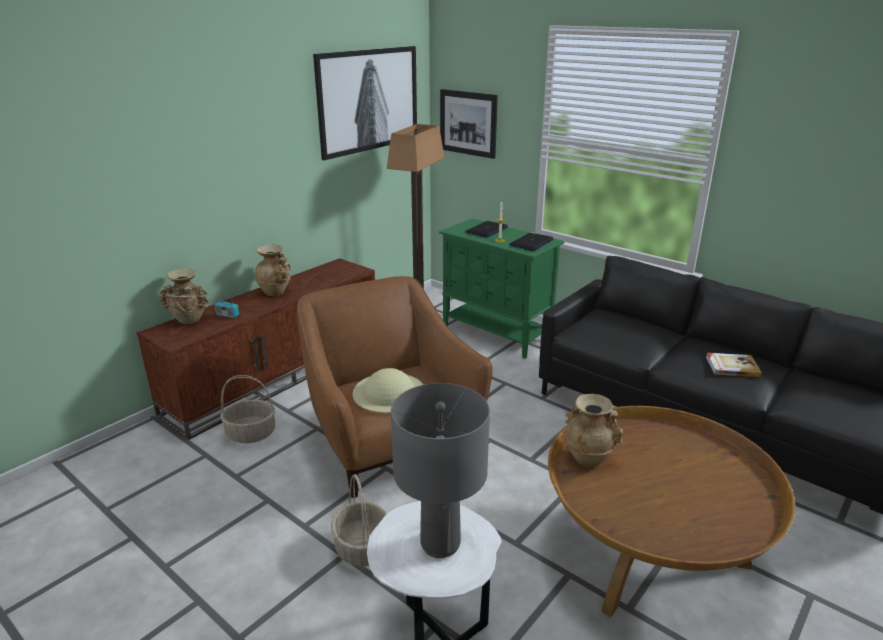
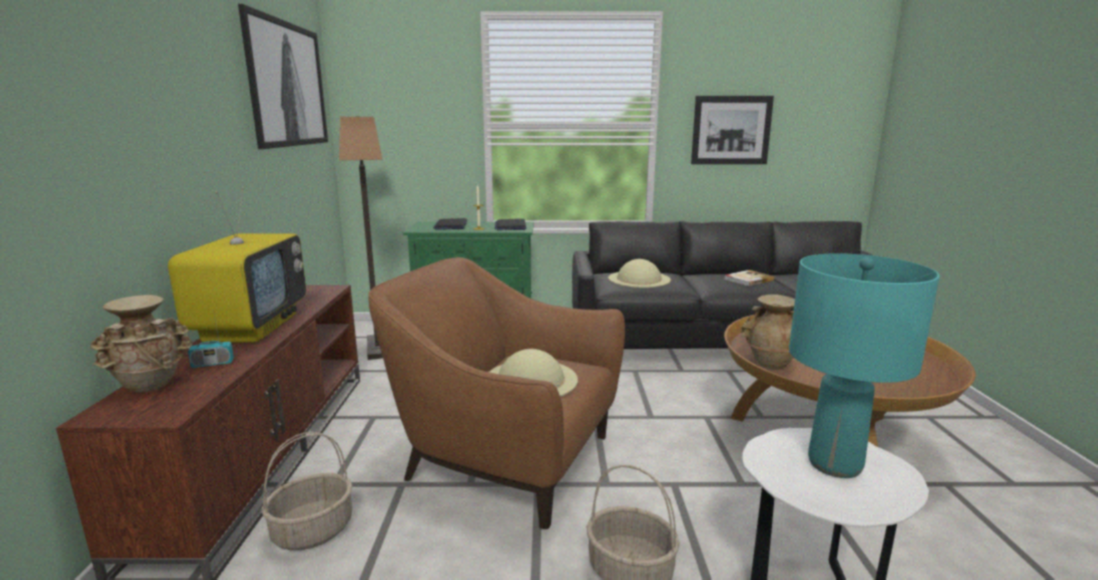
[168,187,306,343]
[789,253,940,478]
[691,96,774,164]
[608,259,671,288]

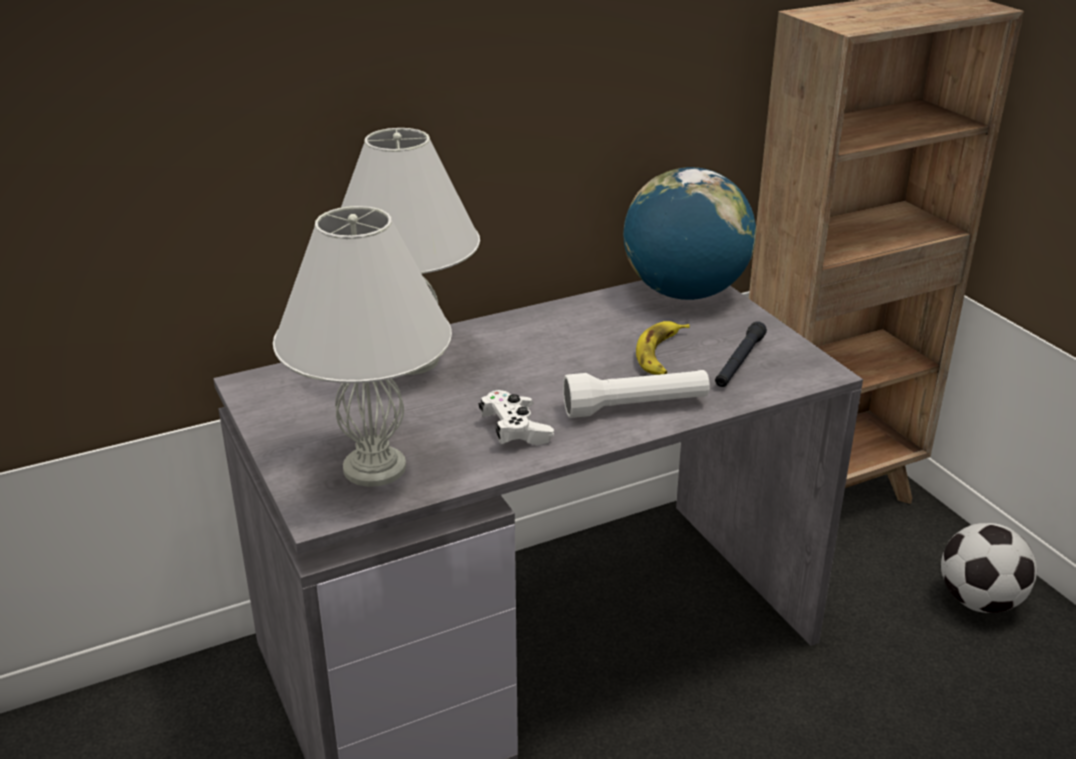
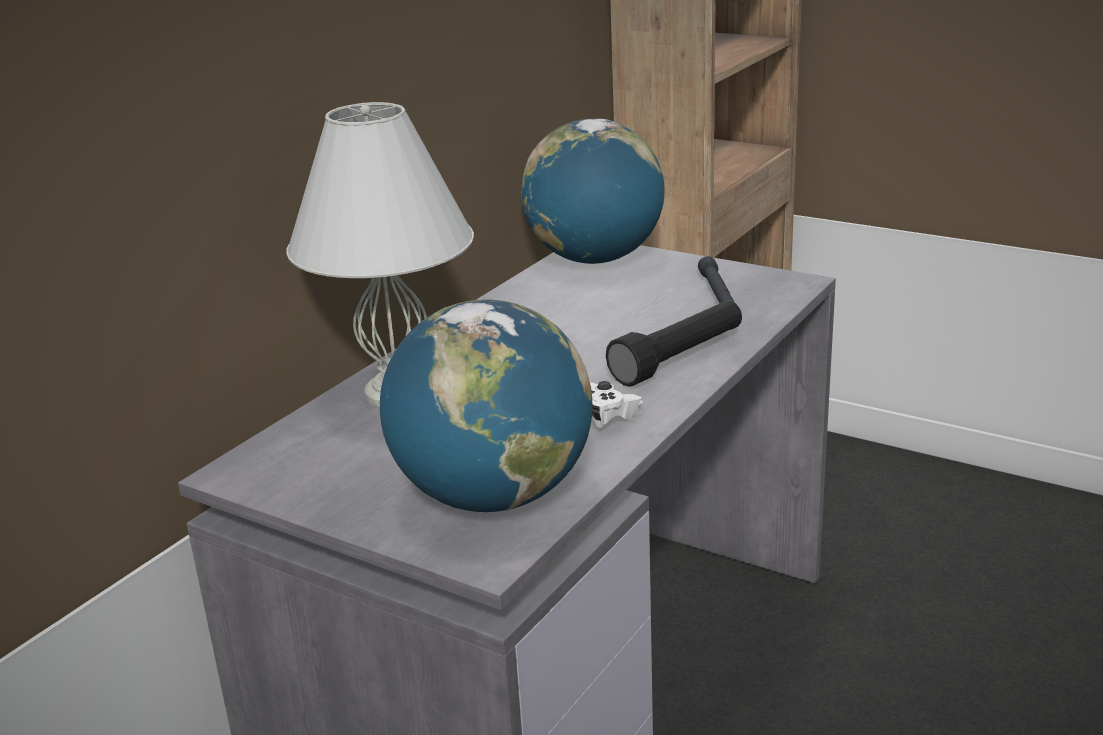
[380,299,592,512]
[606,300,742,387]
[636,321,690,375] (first image)
[941,523,1037,613] (first image)

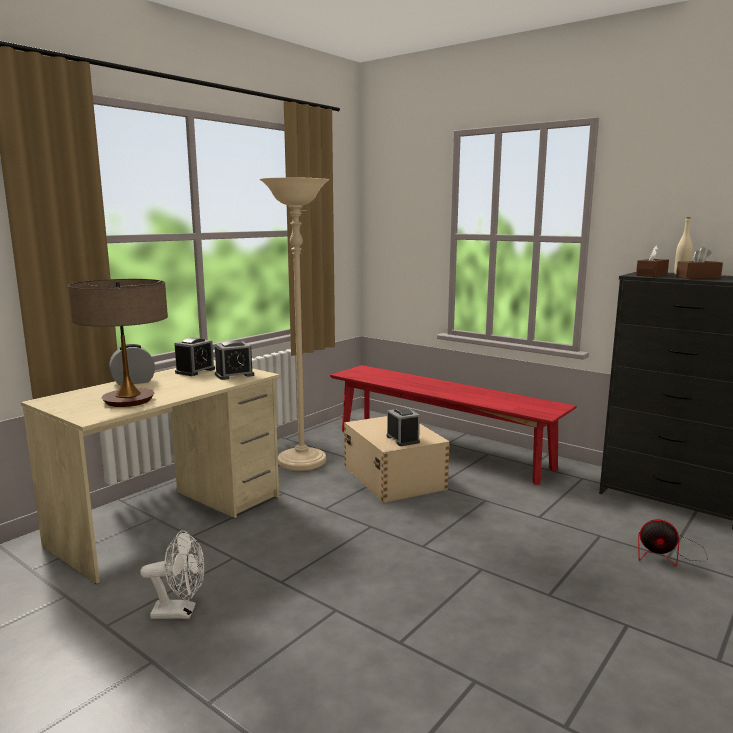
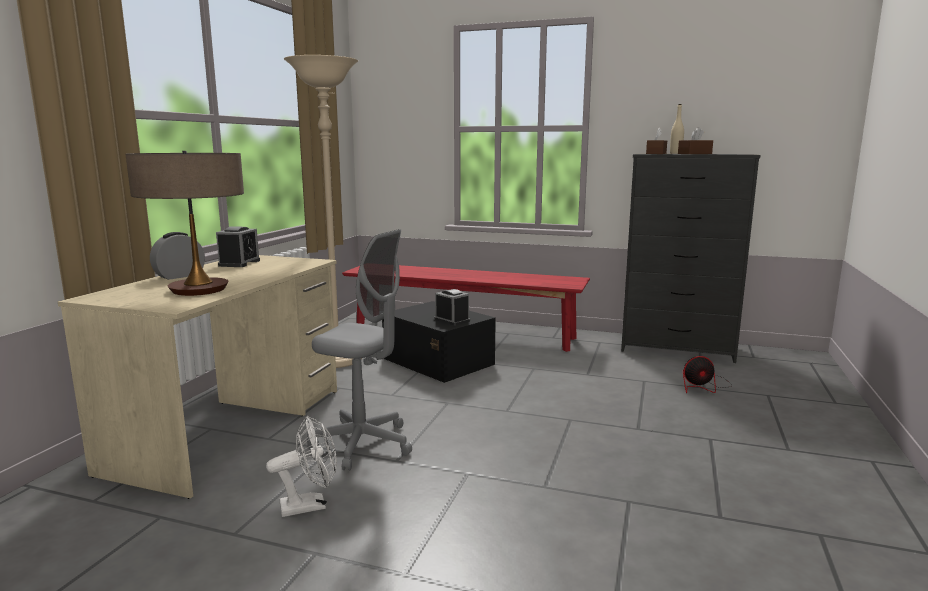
[215,340,254,380] (first image)
[382,301,496,383]
[307,229,412,471]

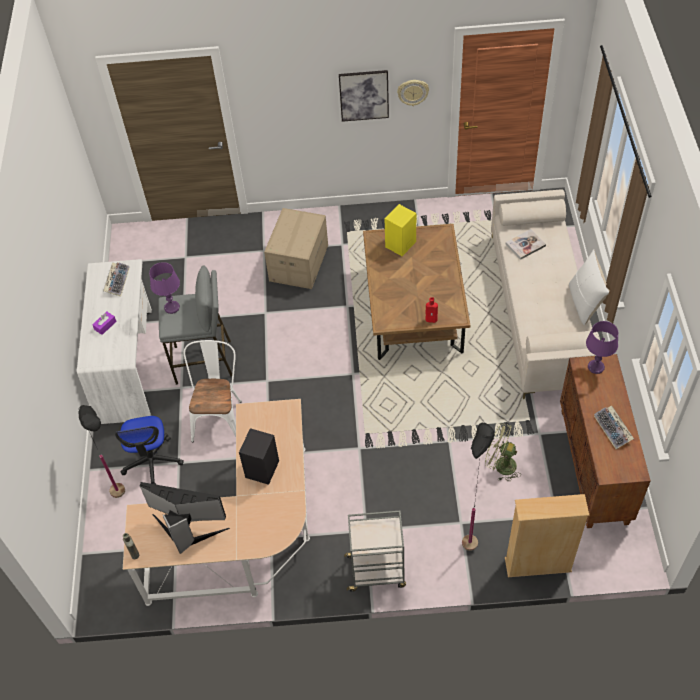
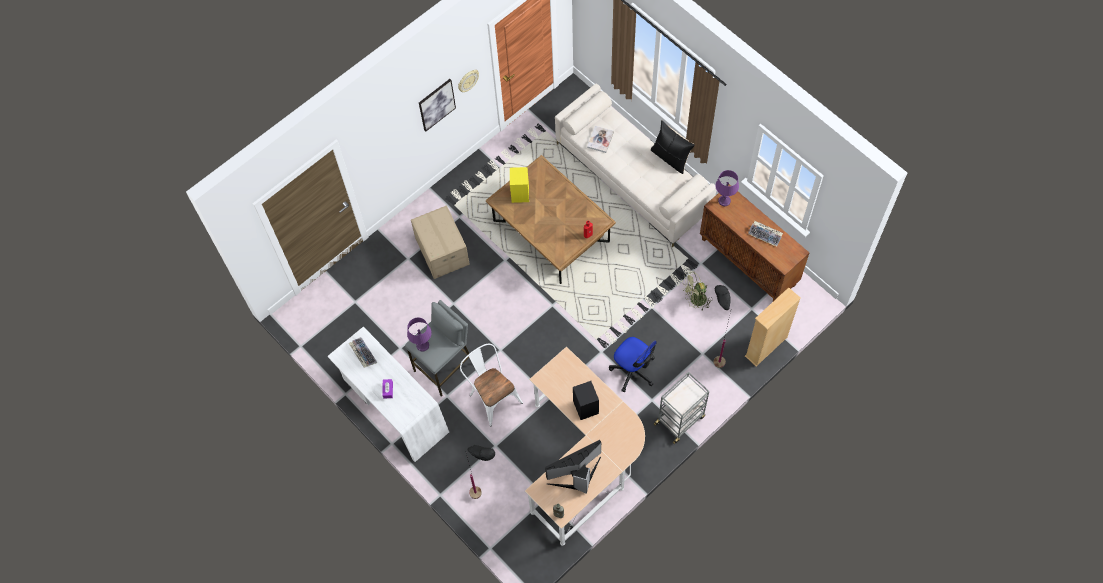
[609,337,657,392]
[651,120,695,174]

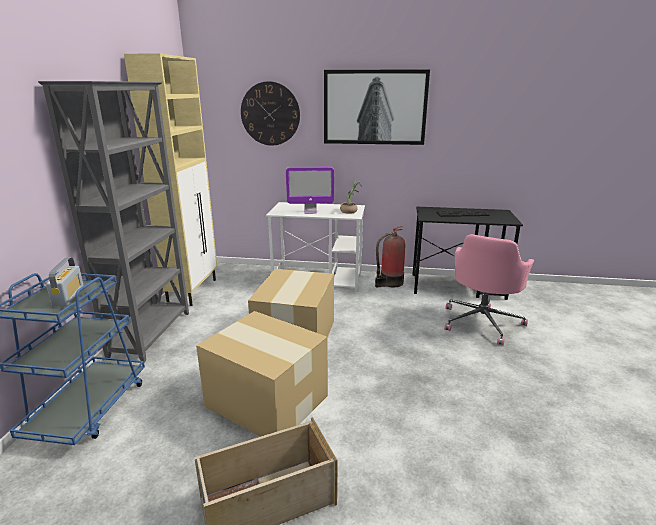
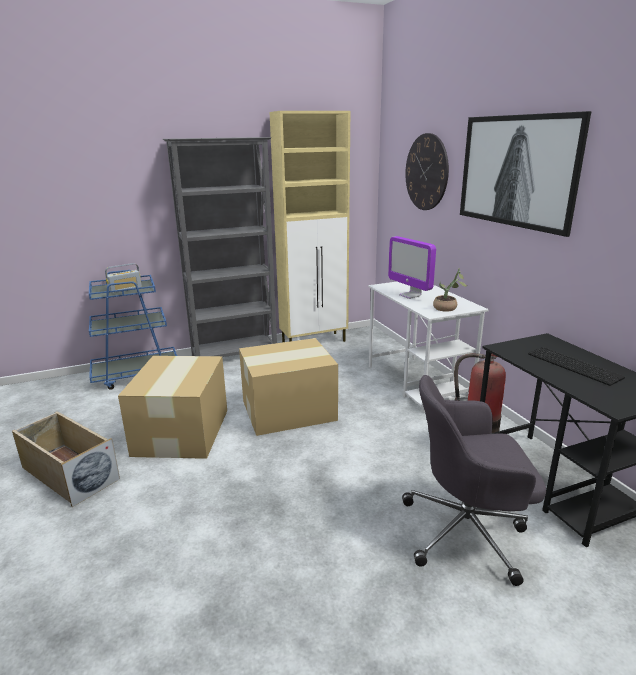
[402,375,546,586]

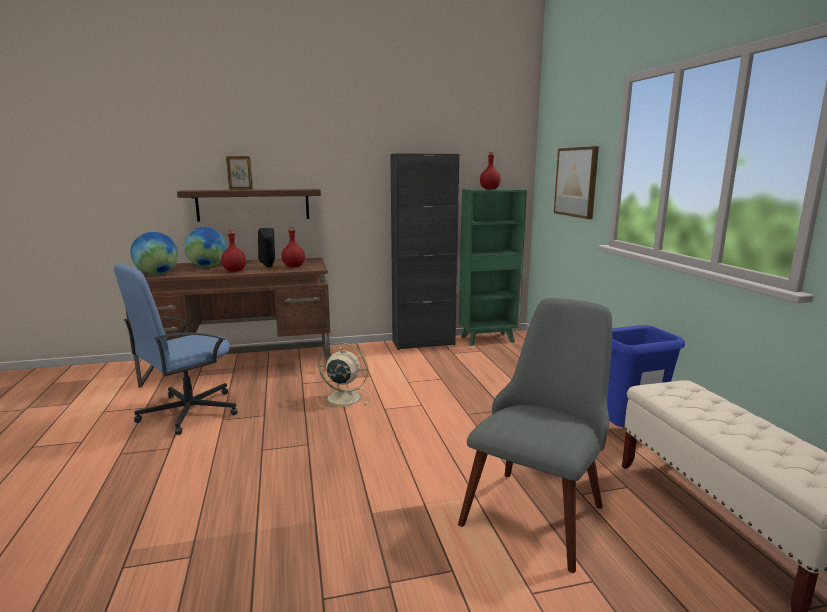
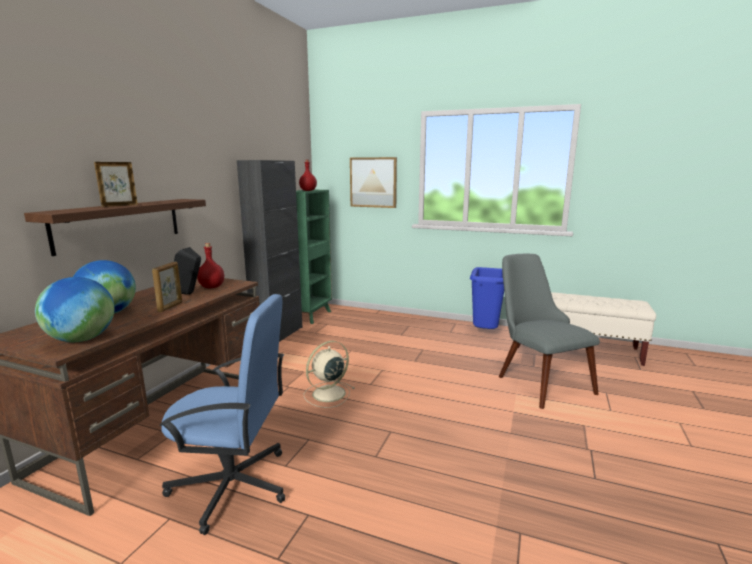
[160,294,285,535]
[152,262,182,312]

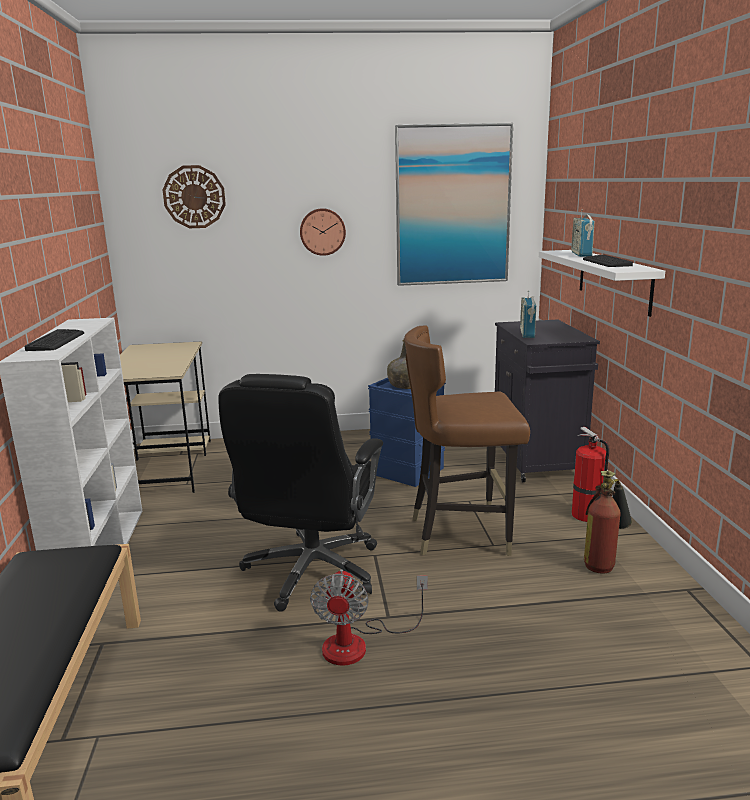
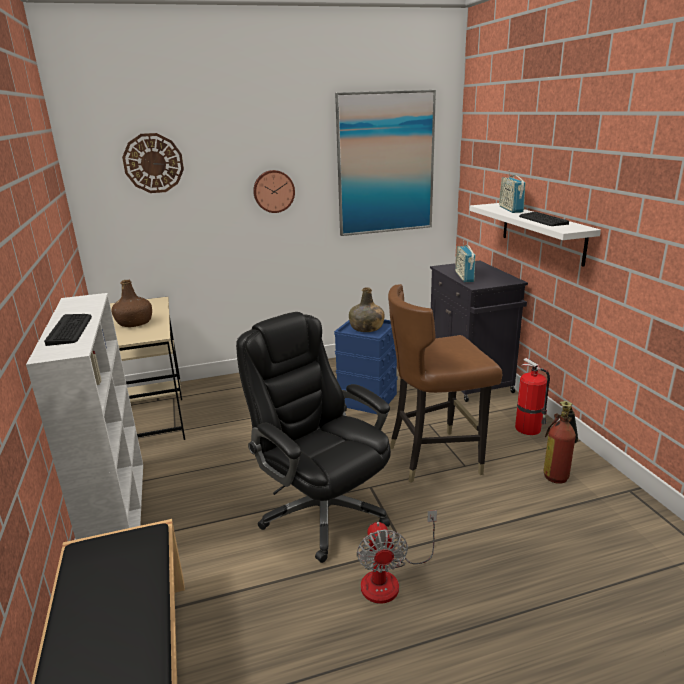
[236,312,391,563]
[111,280,152,327]

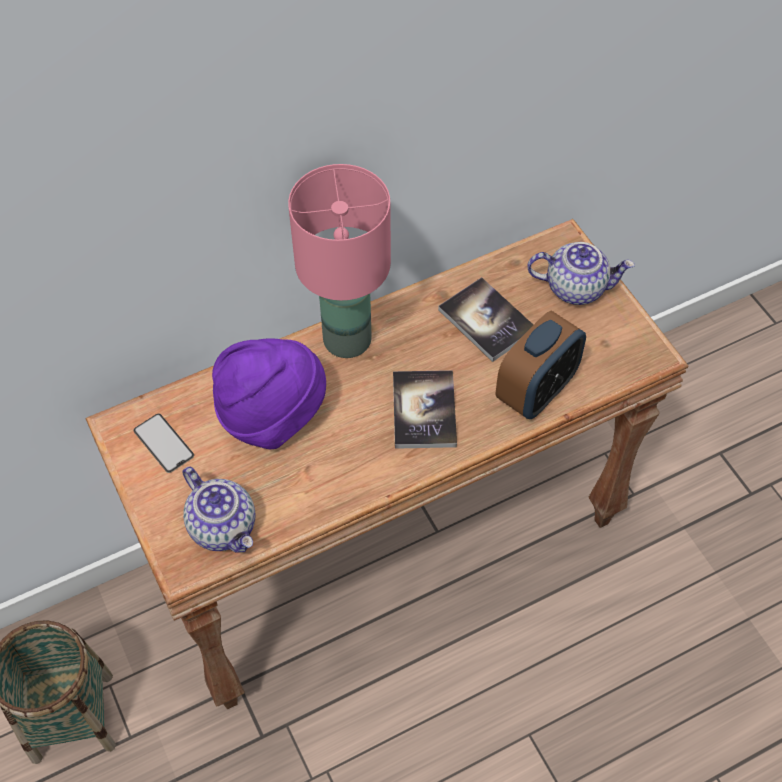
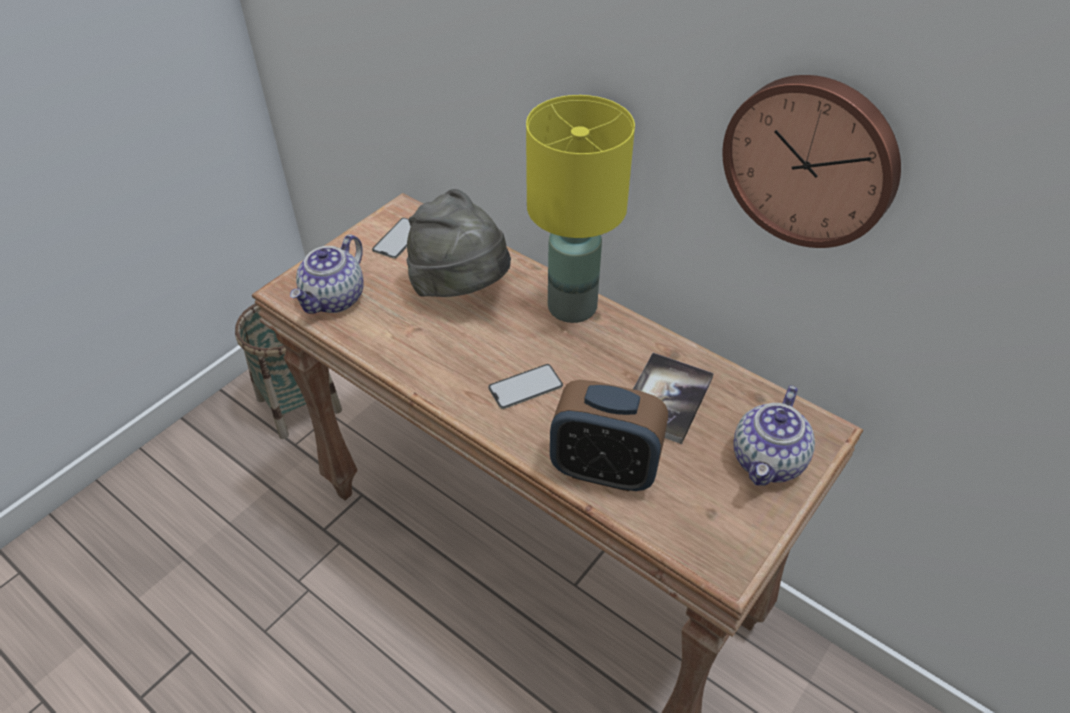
[407,189,511,297]
[526,95,635,323]
[488,364,563,409]
[734,386,815,486]
[723,75,901,248]

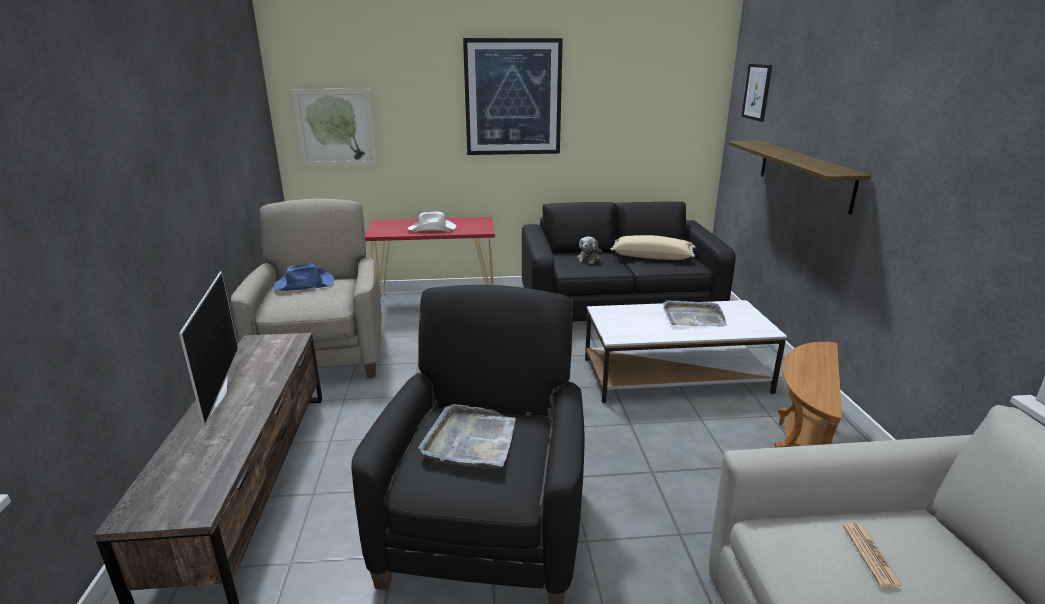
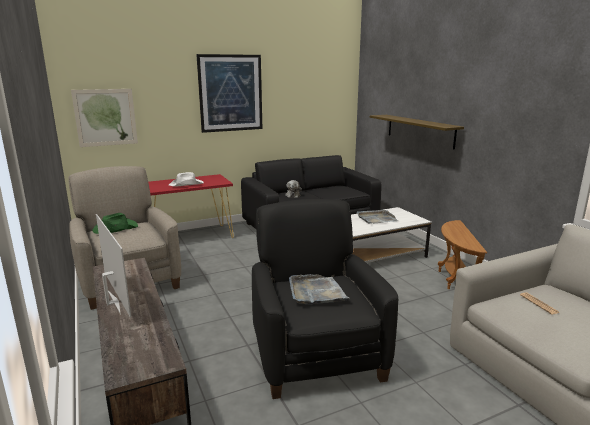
[92,213,138,234]
[611,235,696,260] (first image)
[741,64,772,122] (first image)

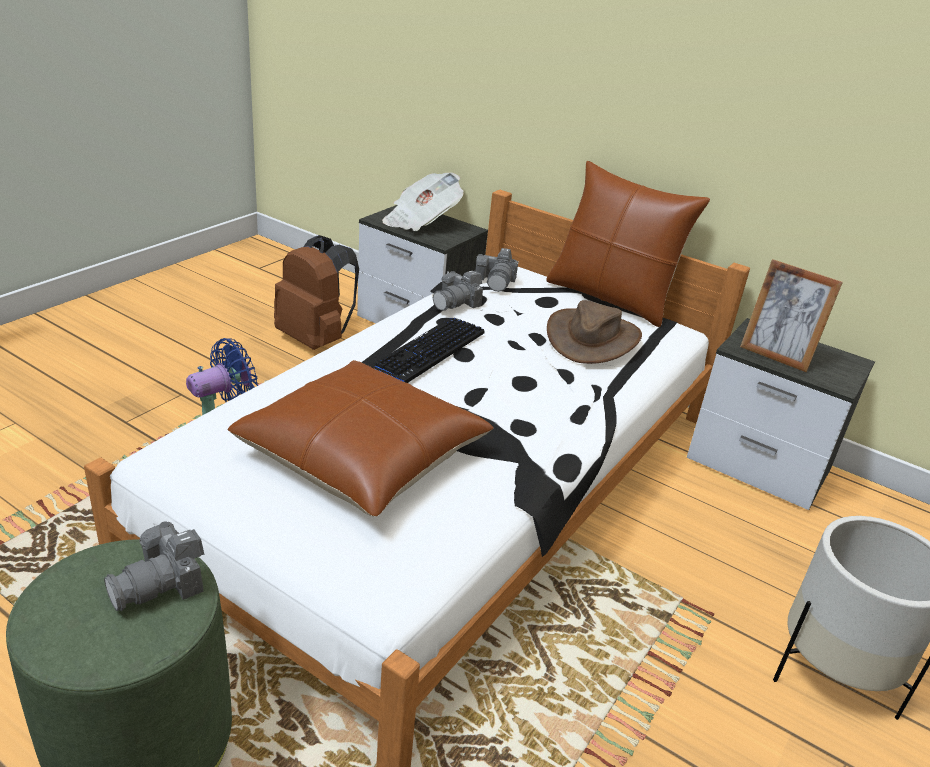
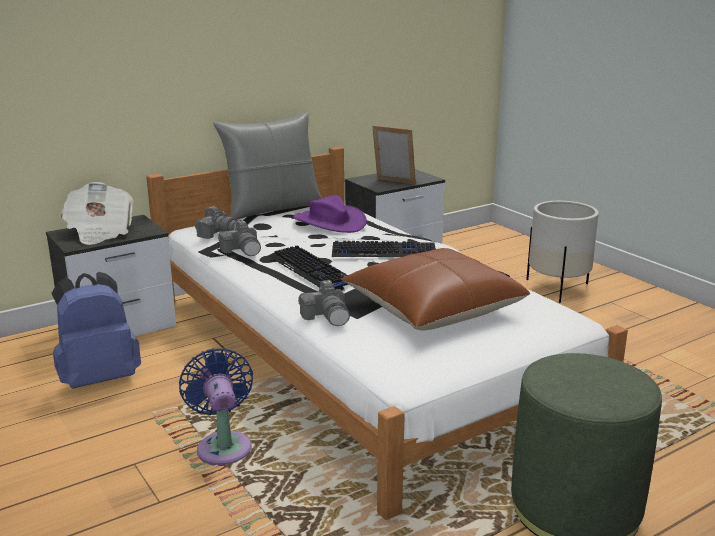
[298,280,350,326]
[52,272,141,389]
[213,112,322,220]
[293,195,367,233]
[372,125,416,185]
[332,241,436,257]

